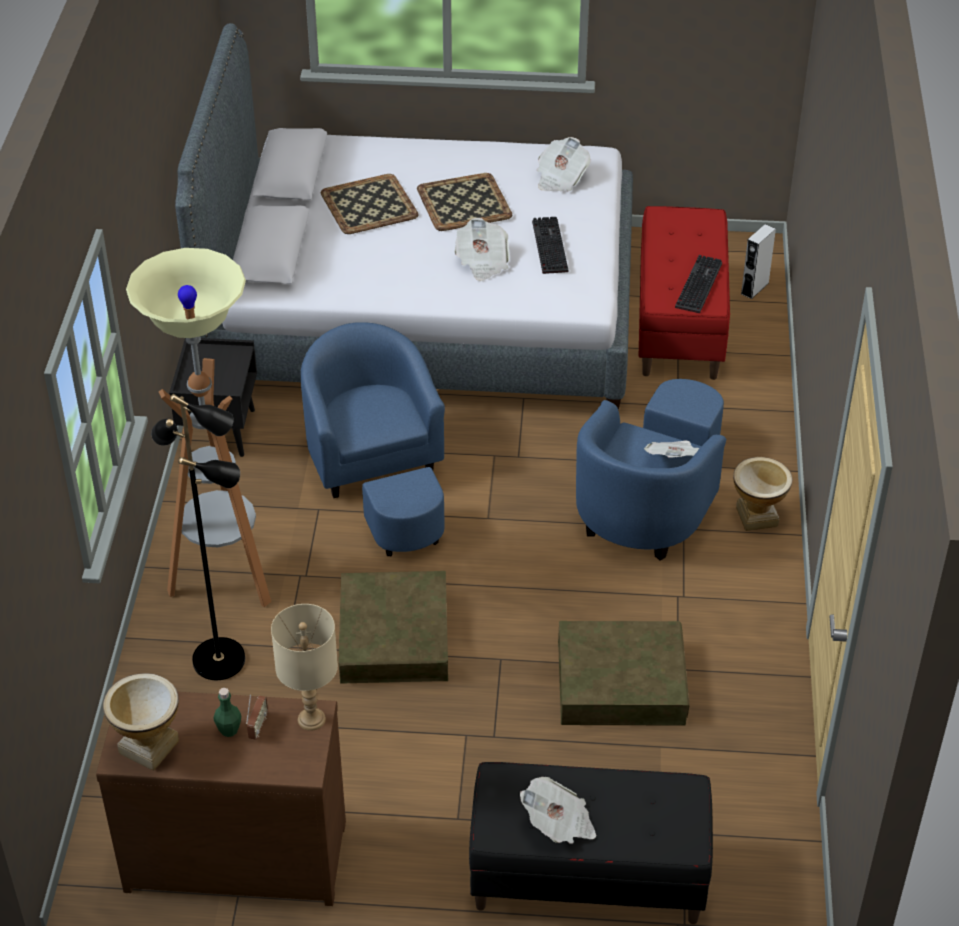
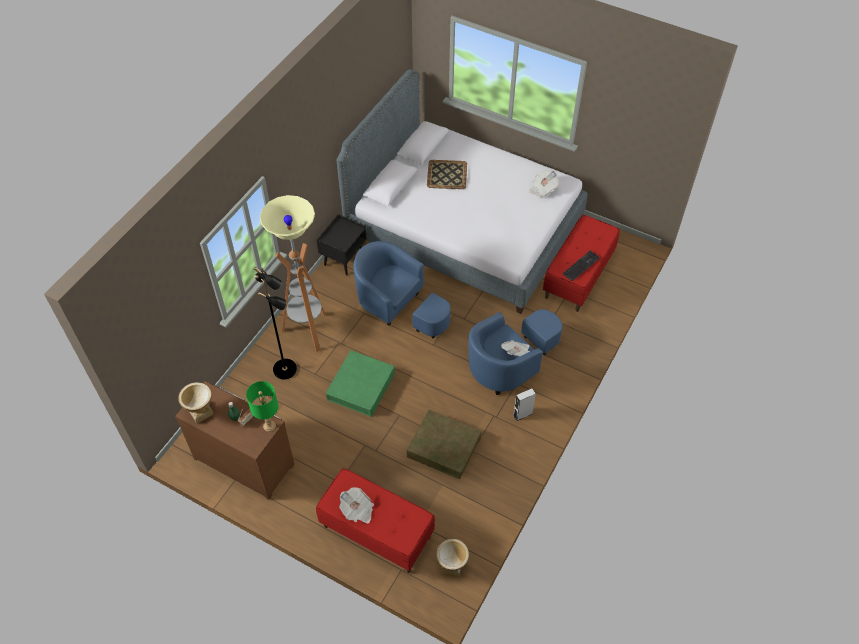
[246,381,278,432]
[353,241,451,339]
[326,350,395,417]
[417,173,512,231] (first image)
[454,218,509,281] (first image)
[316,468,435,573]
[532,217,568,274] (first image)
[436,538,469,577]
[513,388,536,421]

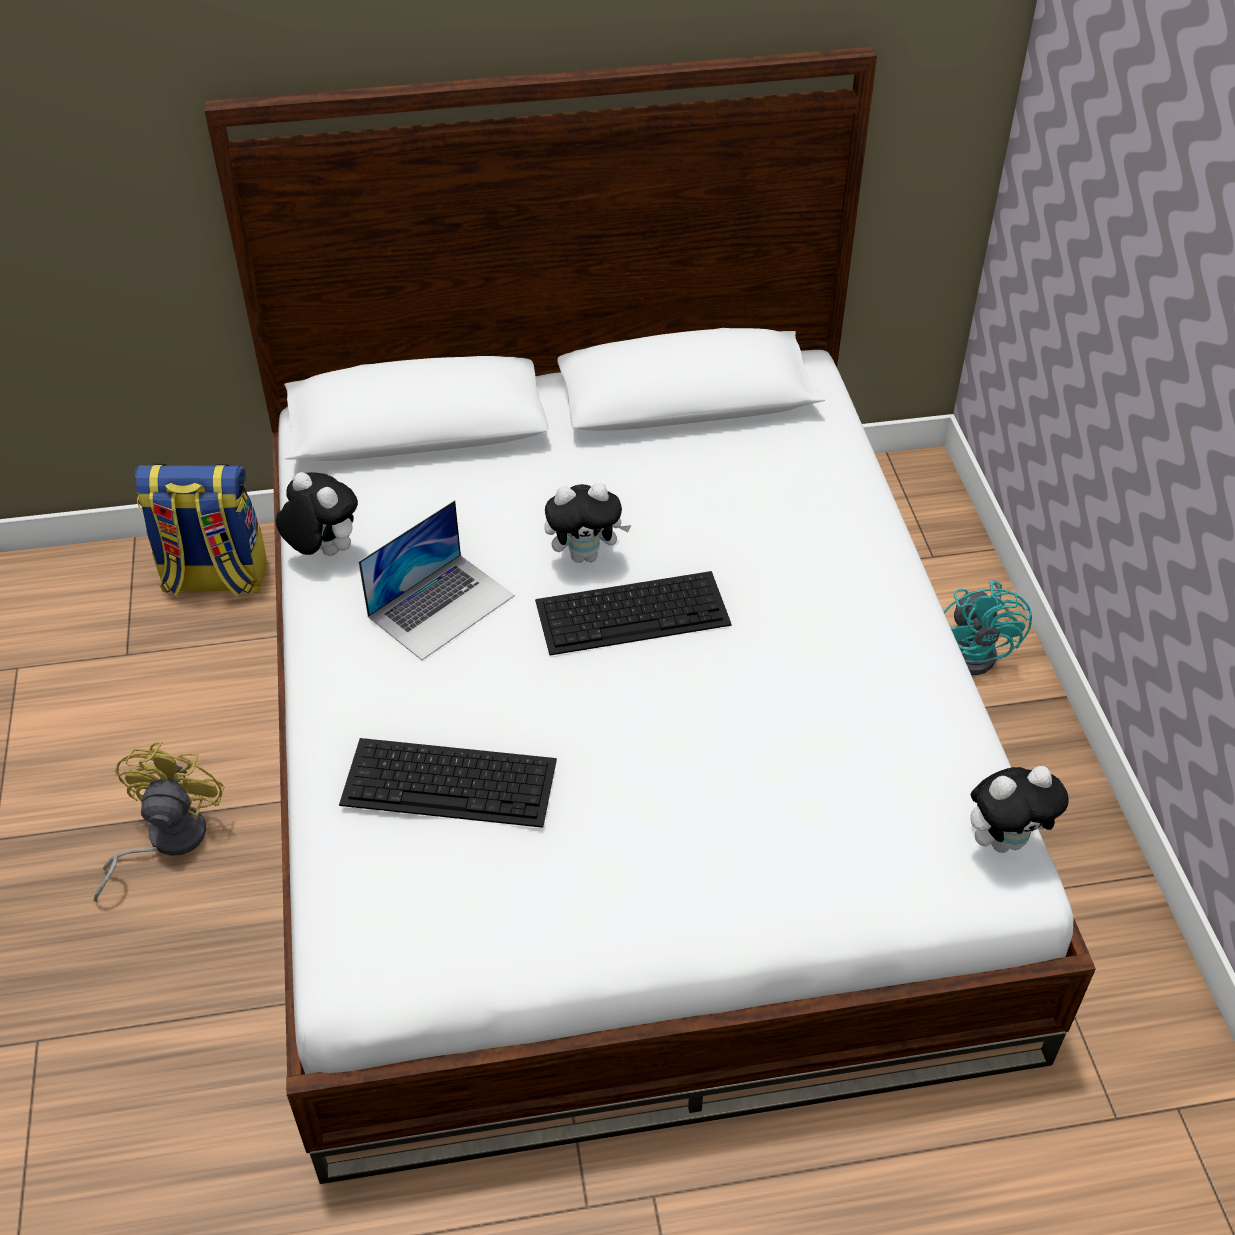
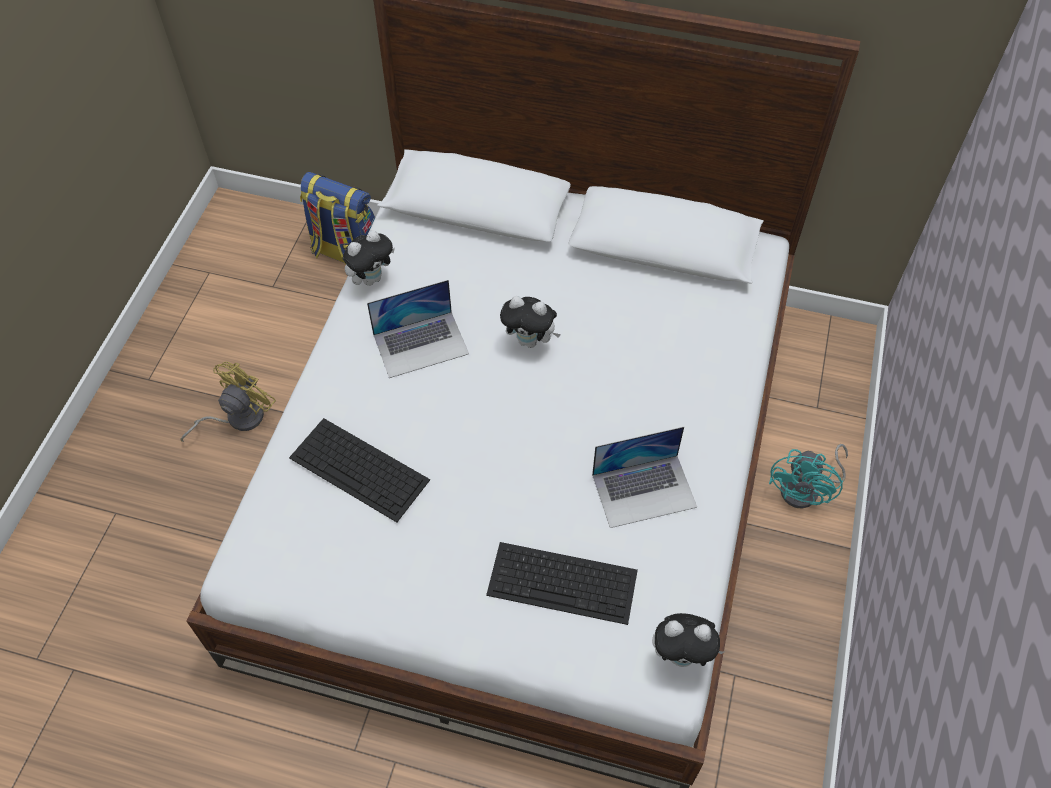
[343,230,395,286]
[486,542,638,625]
[592,427,697,528]

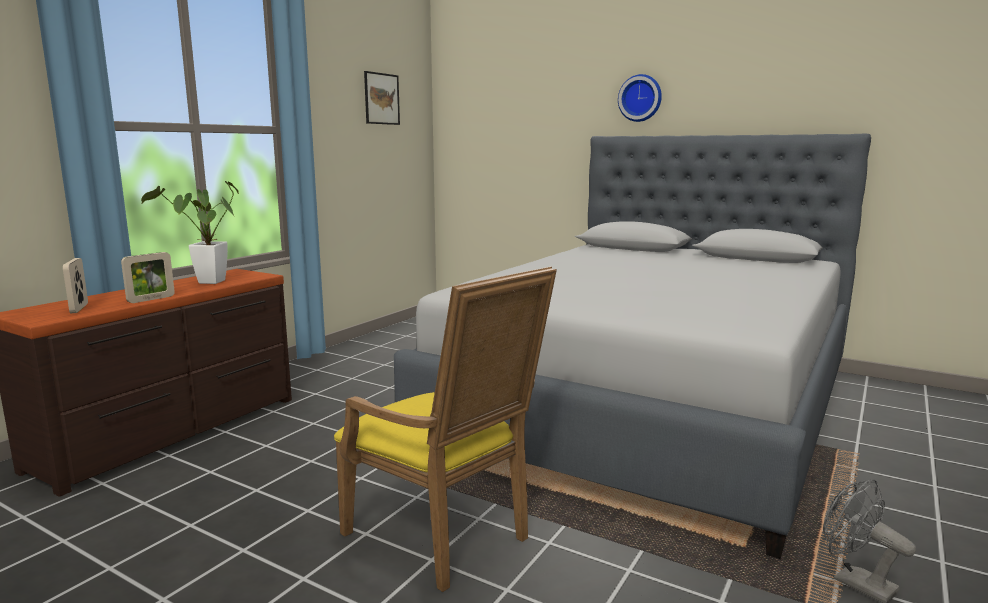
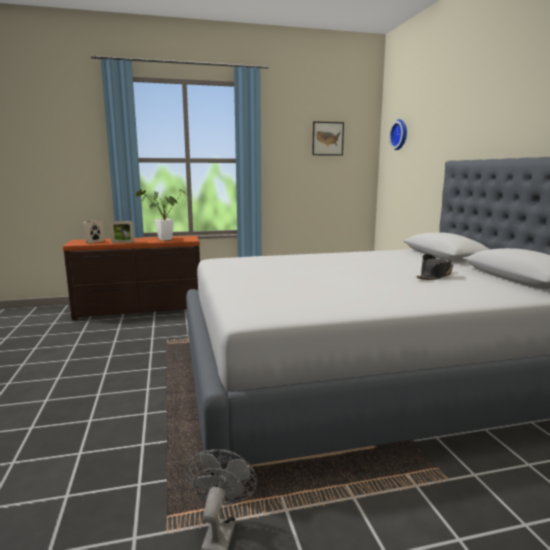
[334,267,557,592] (first image)
[389,119,407,150]
[417,254,453,280]

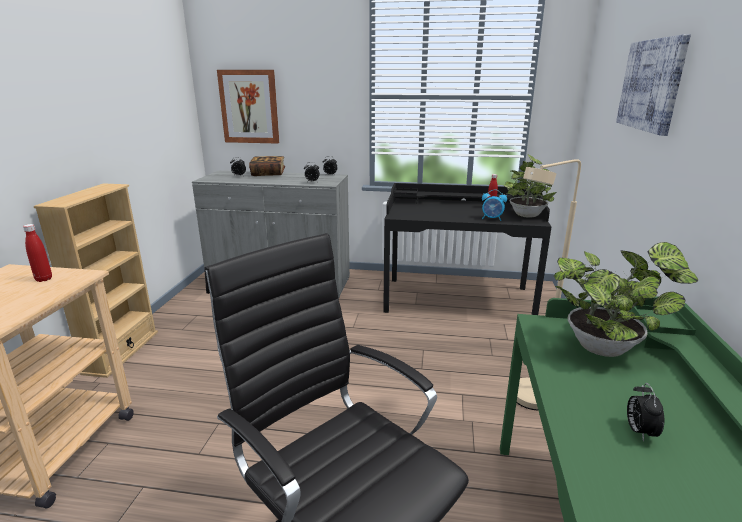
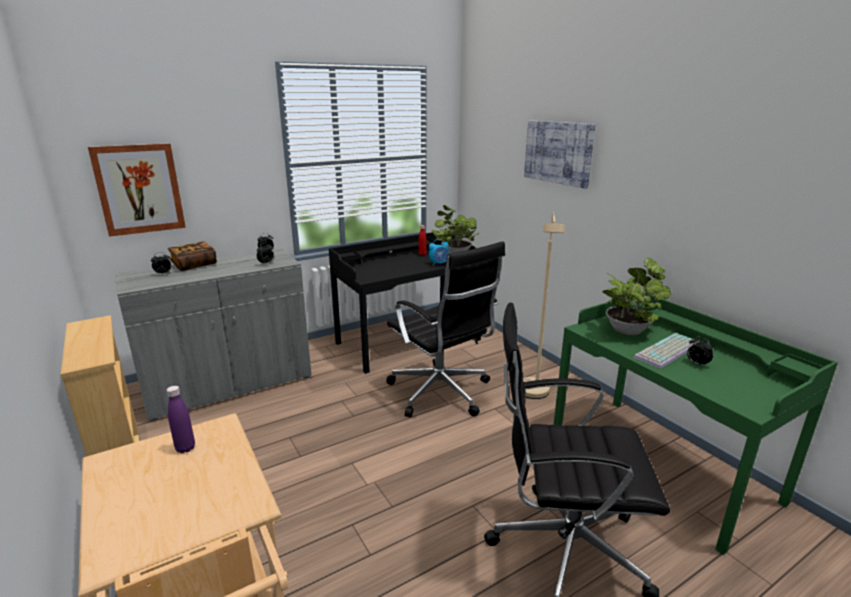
[166,386,195,453]
[386,241,505,417]
[634,333,697,369]

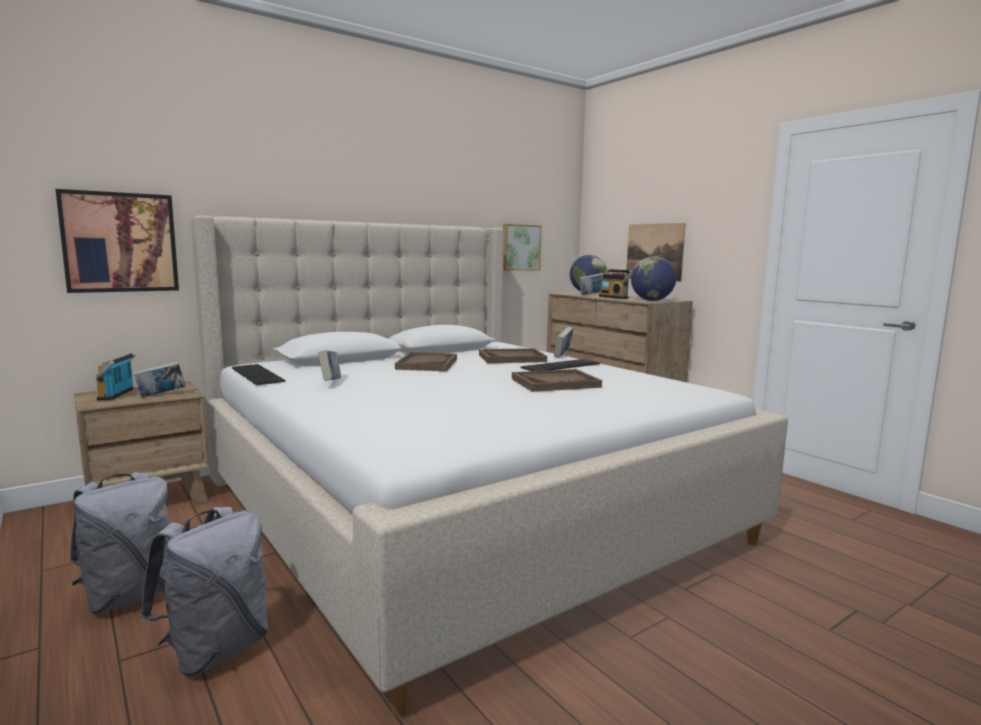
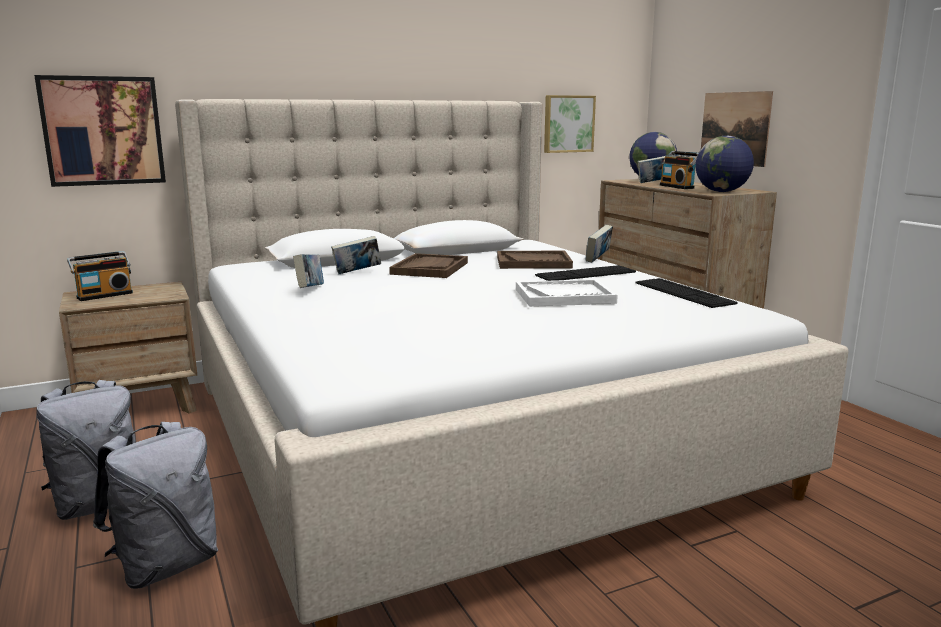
[67,251,133,301]
[331,236,381,274]
[636,278,737,308]
[516,279,618,307]

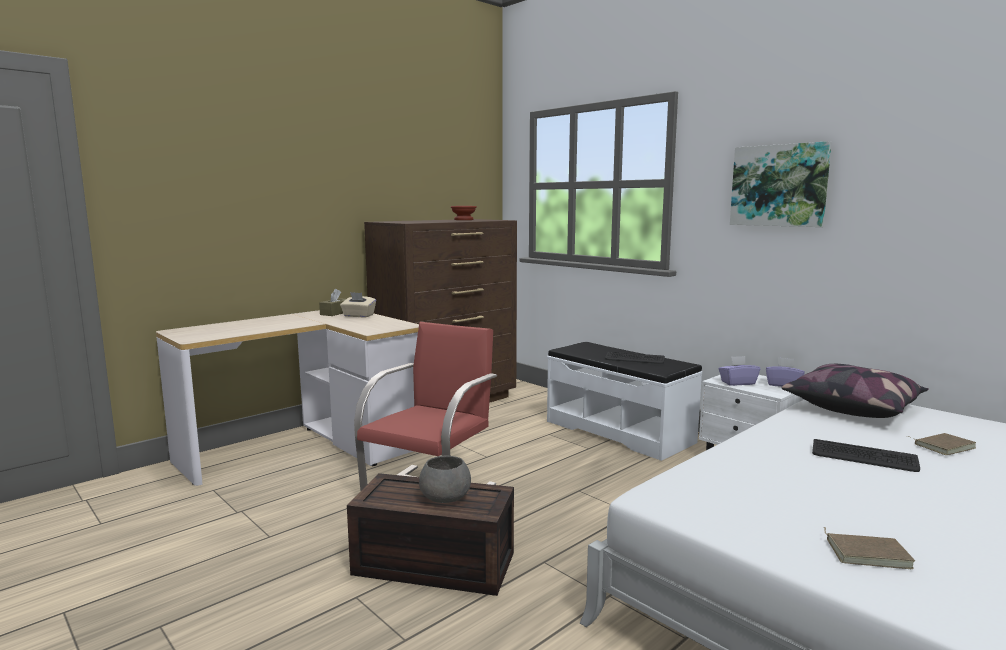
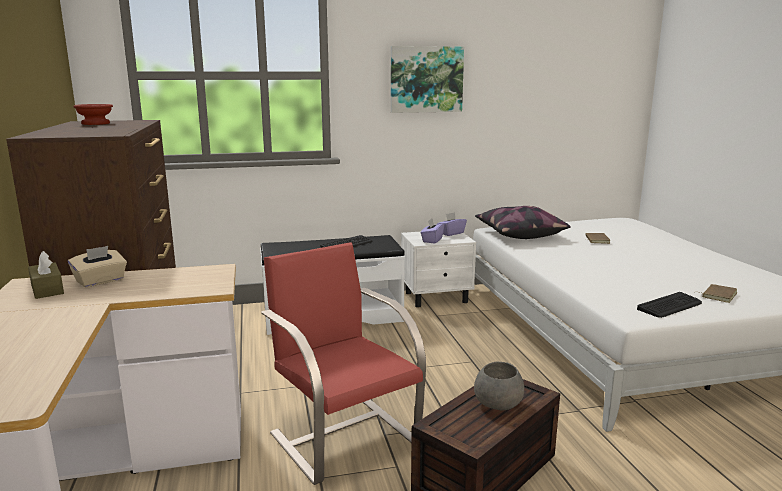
[637,292,702,318]

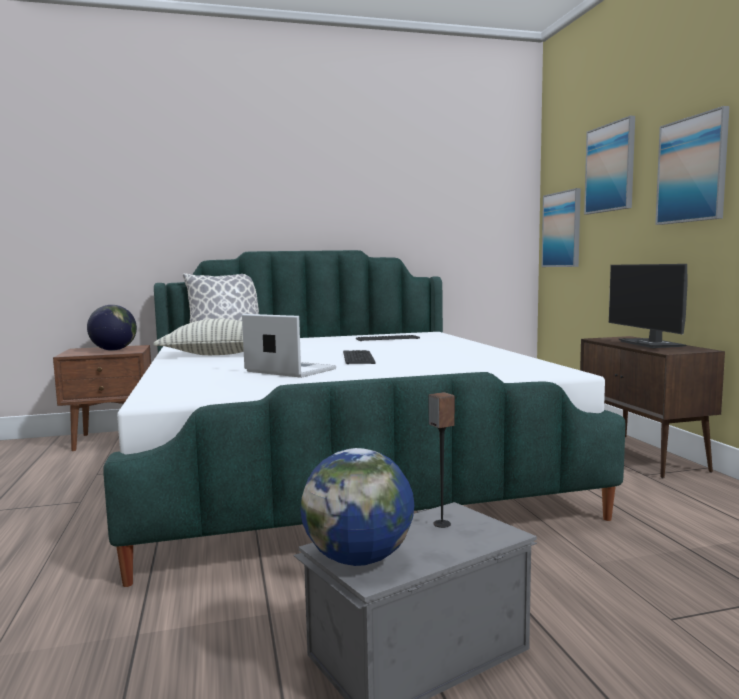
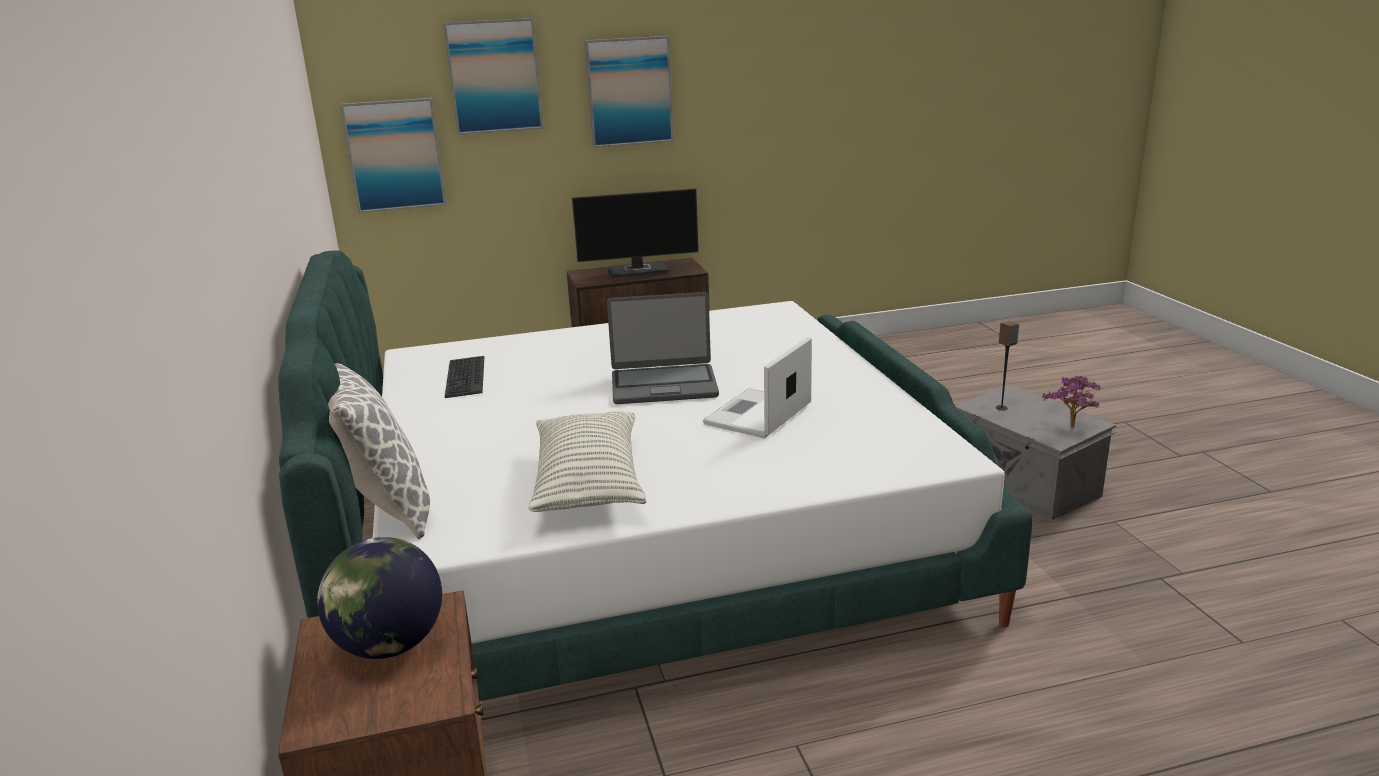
[1042,375,1100,428]
[607,292,719,404]

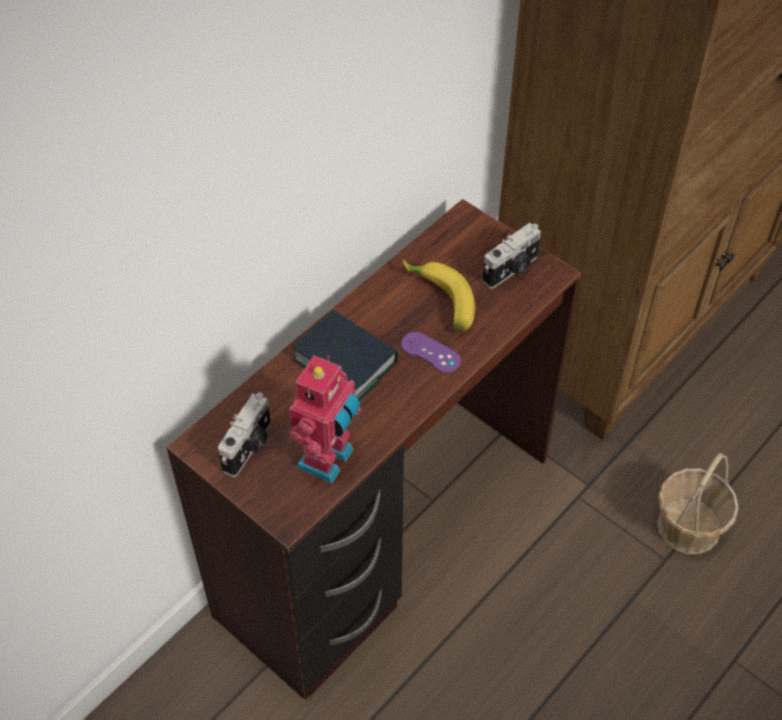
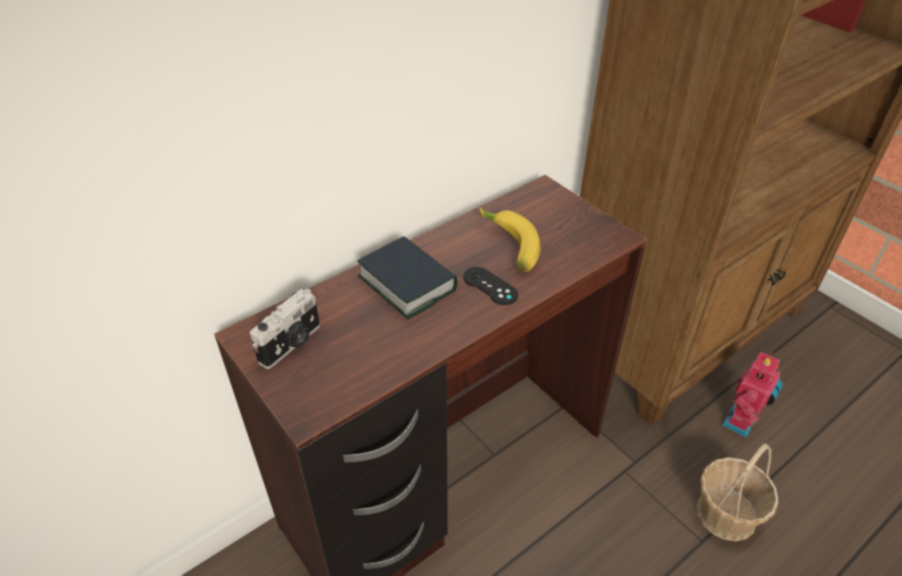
[722,352,783,438]
[463,267,518,305]
[482,223,541,289] (first image)

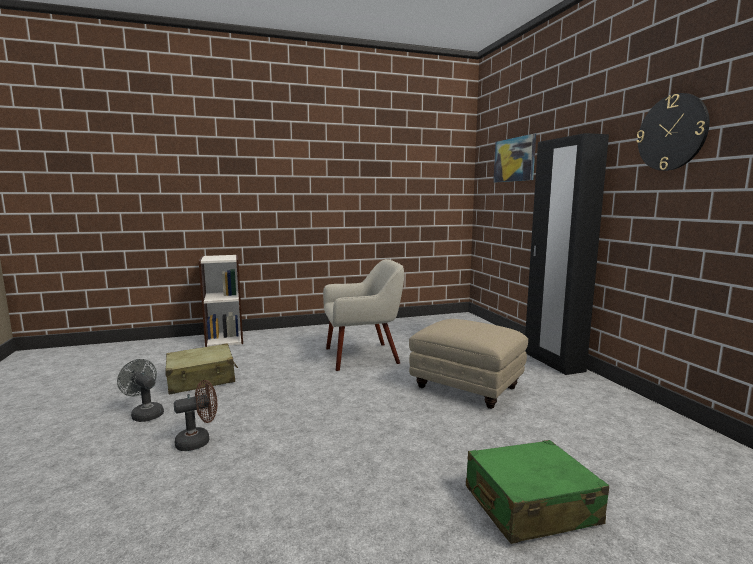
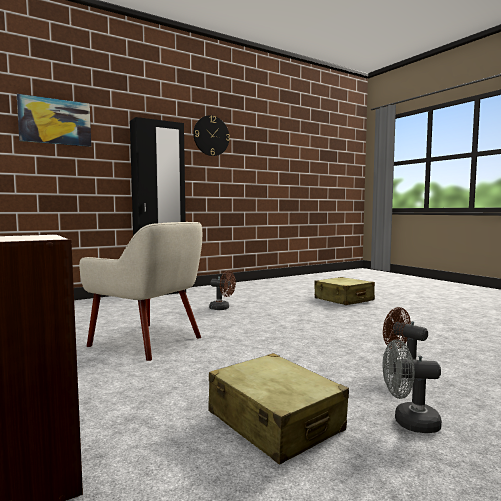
[383,340,442,433]
[79,222,202,361]
[209,271,236,310]
[314,277,375,305]

